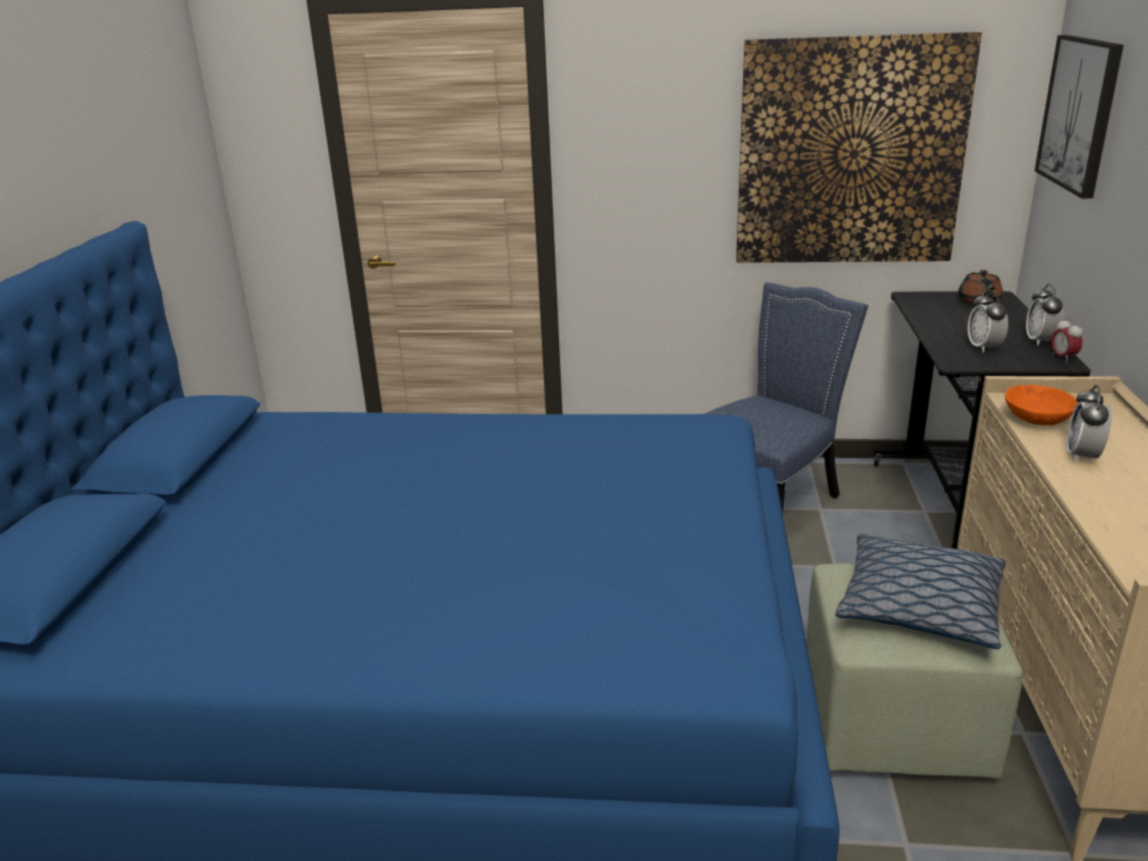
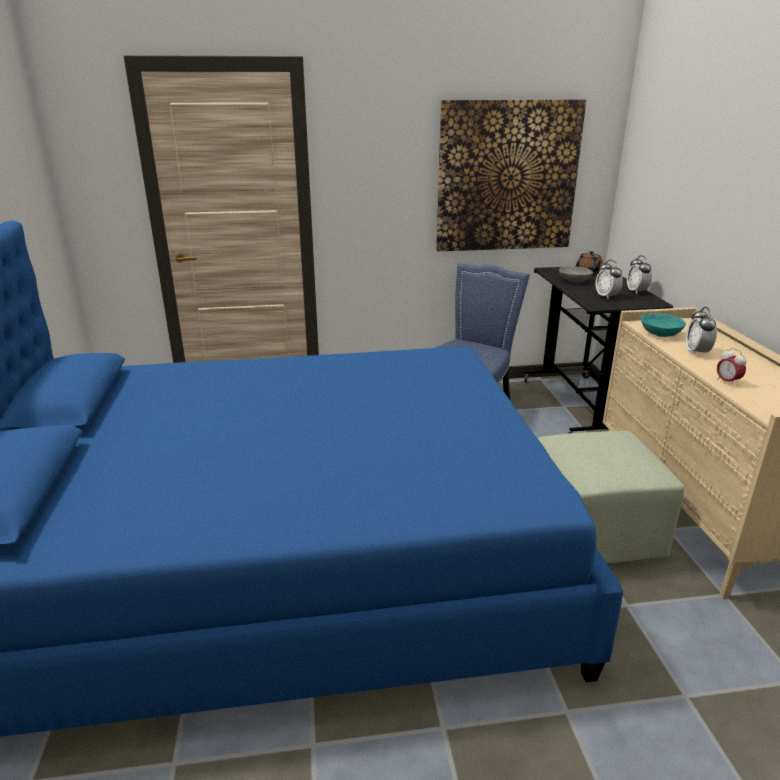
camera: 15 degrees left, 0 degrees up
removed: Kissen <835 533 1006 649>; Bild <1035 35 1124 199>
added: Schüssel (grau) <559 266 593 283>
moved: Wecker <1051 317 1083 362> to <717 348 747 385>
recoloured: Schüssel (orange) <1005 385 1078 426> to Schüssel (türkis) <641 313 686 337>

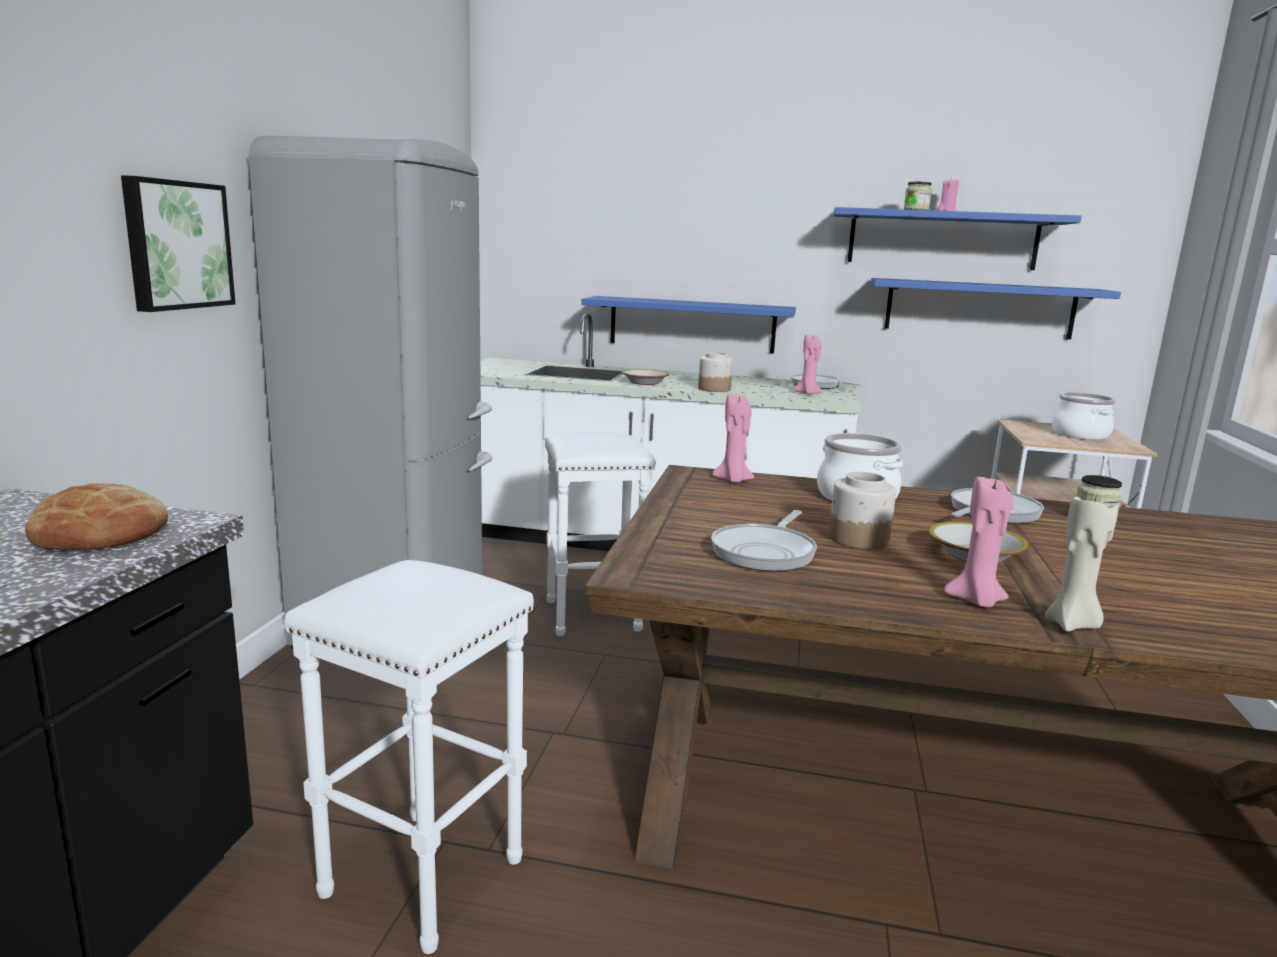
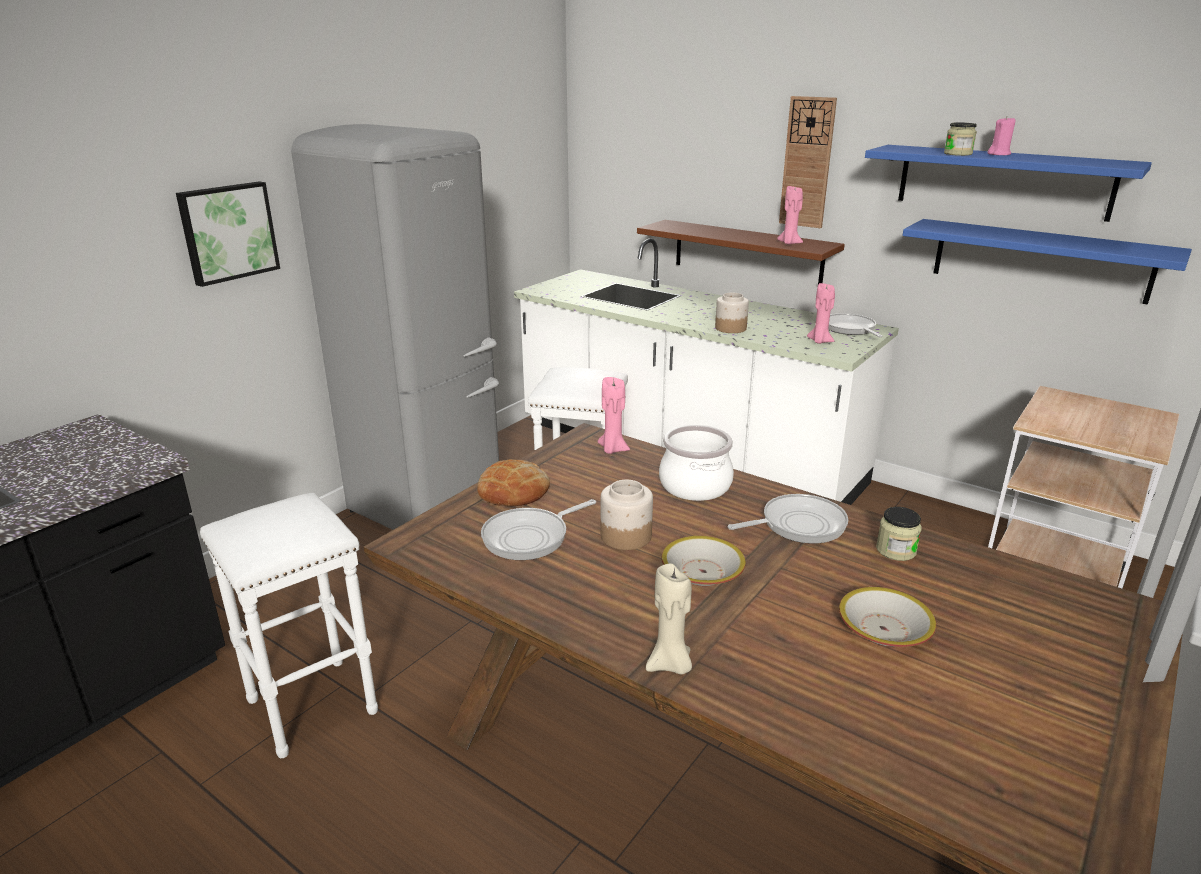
camera: 25 degrees right, 10 degrees up
removed: Kochtopf <1052 392 1116 440>
added: Wanduhr <779 96 837 228>
moved: Brot <25 483 168 551> to <477 459 550 506>; Schüssel <621 369 669 385> to <839 587 936 647>; Kerze (rosa) <944 477 1013 608> to <777 185 803 244>
recoloured: Wandregal (blau) <581 296 796 354> to Wandregal (braun) <637 220 845 284>

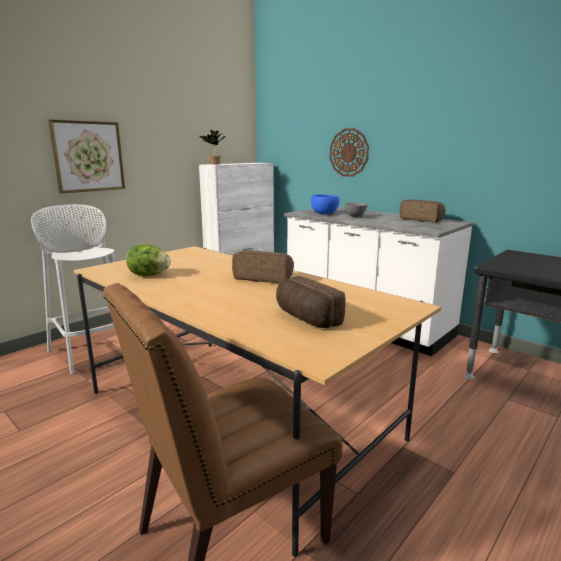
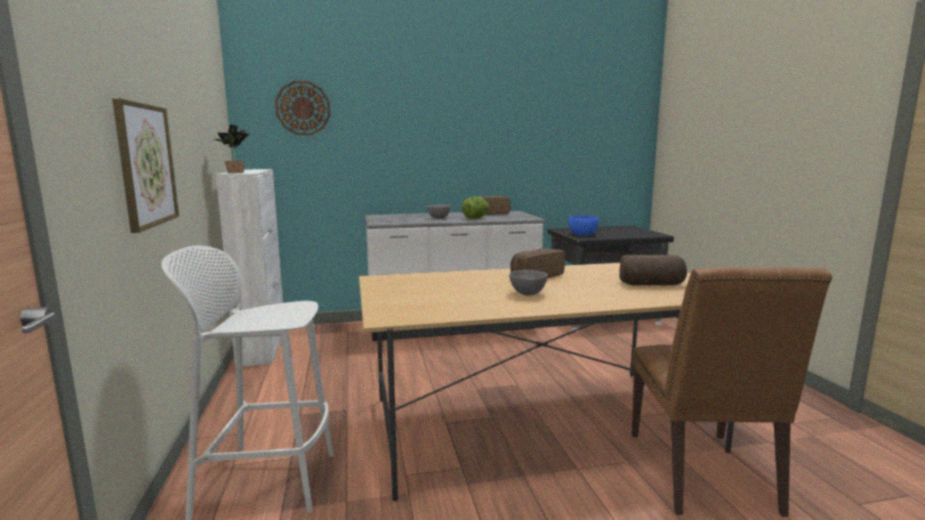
camera: 55 degrees left, 5 degrees down
added: Schüssel (grau) <509 270 548 295>
moved: Salatkopf <126 245 171 276> to <462 196 489 219>; Schüssel (blau) <311 195 339 214> to <568 216 599 236>; Wanduhr <330 128 369 177> to <275 81 330 135>

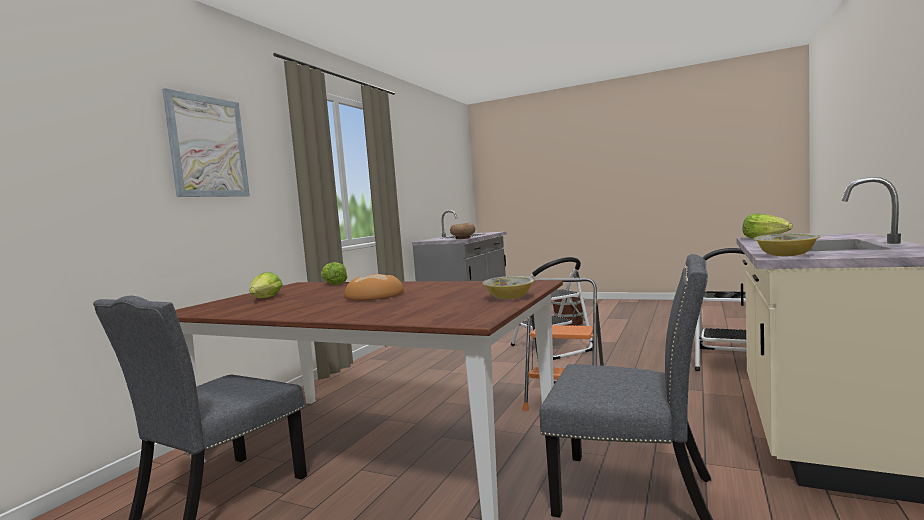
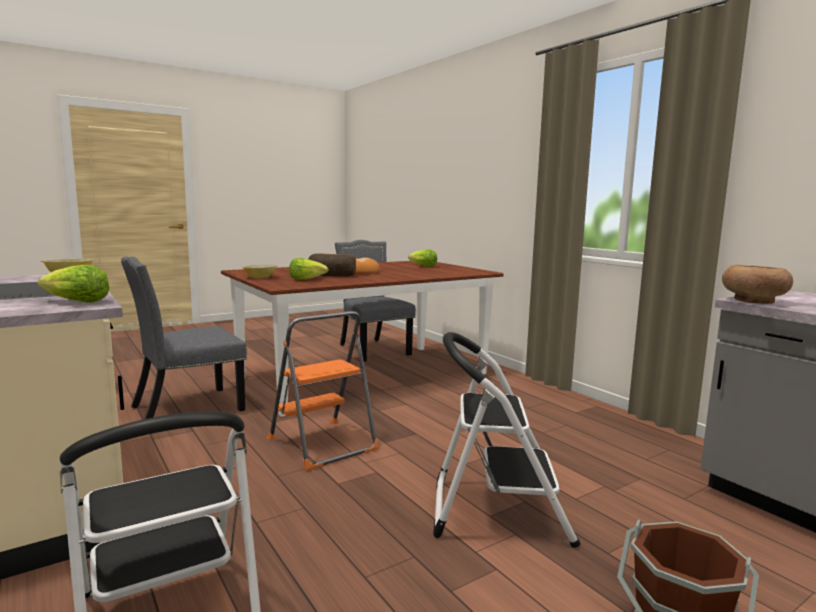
camera: 120 degrees right, 5 degrees up
removed: Bild <162 88 250 197>
added: Brot <308 253 356 277>
moved: Salatkopf <321 262 347 285> to <289 258 329 280>

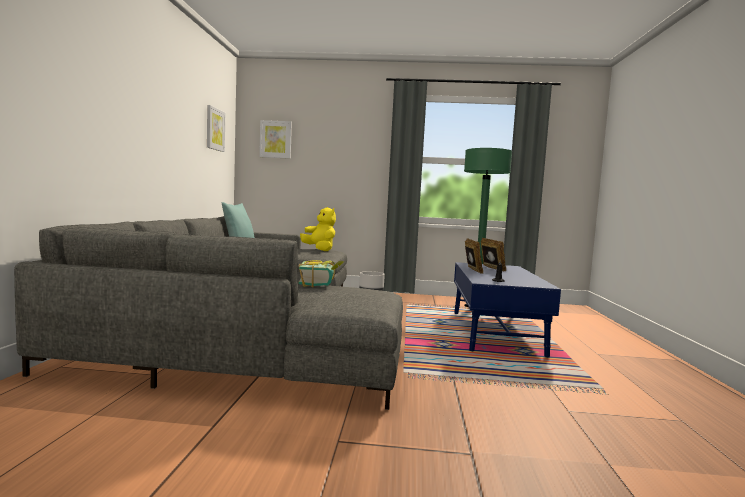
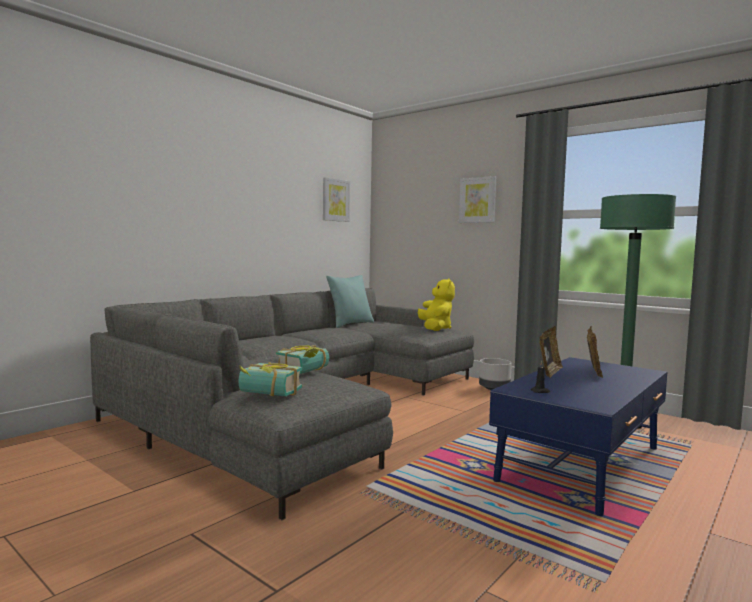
camera: 35 degrees right, 0 degrees up
added: Buch <238 362 302 396>
moved: Bild <259 120 292 159> to <459 176 496 223>

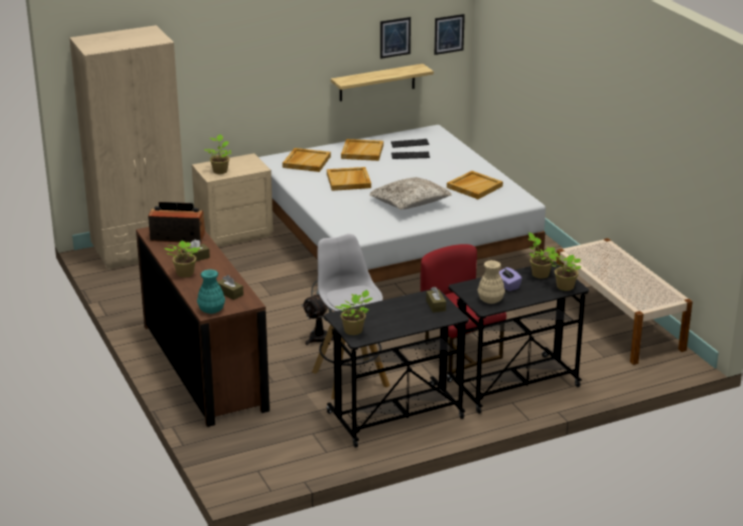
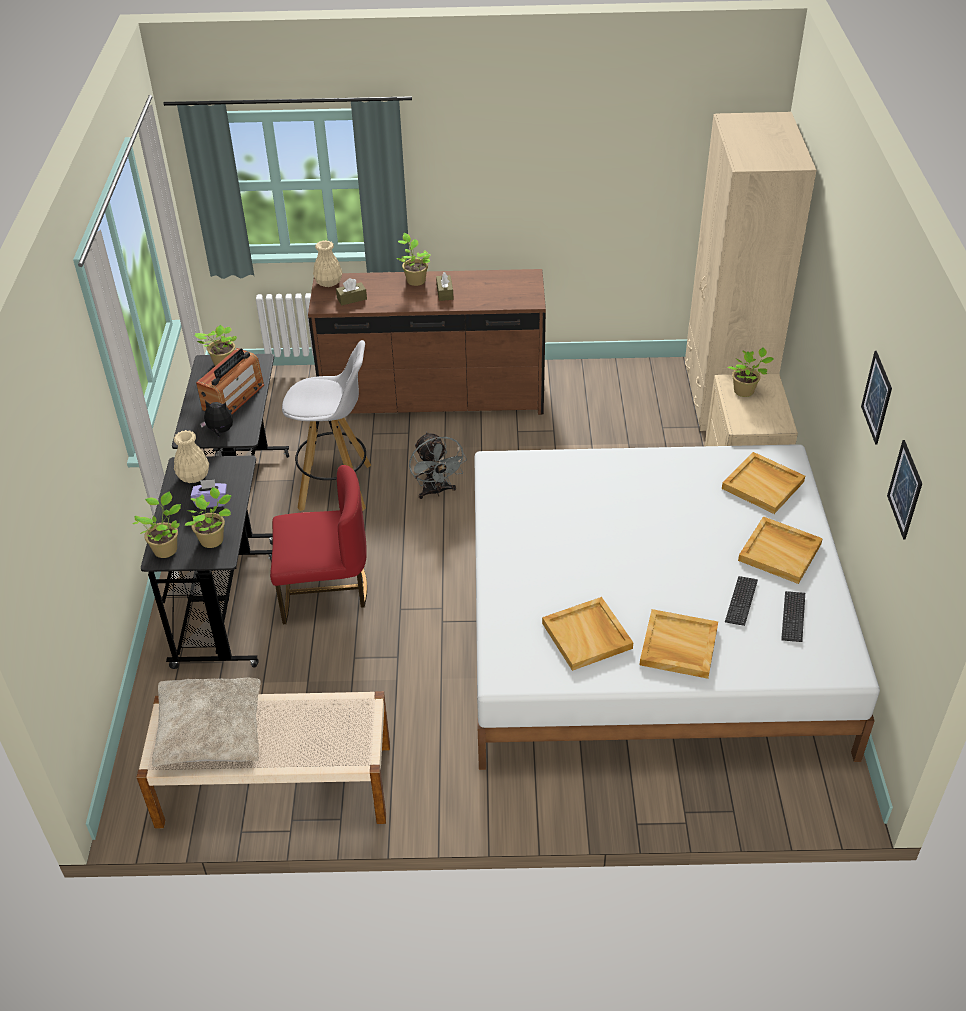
camera: 115 degrees right, 15 degrees up
removed: Wandregal <331 64 434 101>
moved: Radio <148 202 205 243> to <196 348 264 414>; Tablett (beige) <327 167 371 191> to <640 609 718 679>; Kissen (beige) <370 177 452 210> to <152 677 261 767>; Bild <434 14 465 55> to <861 351 892 445>
replaced: Taschentuchbox (braun) <426 287 446 313> to Plüschtier <200 400 233 437>
recoloured: Vase (türkis) <197 269 225 314> to Vase (beige) <313 240 342 287>

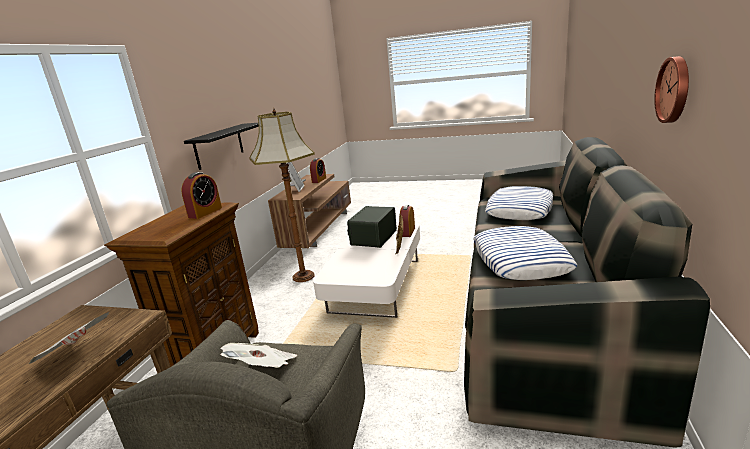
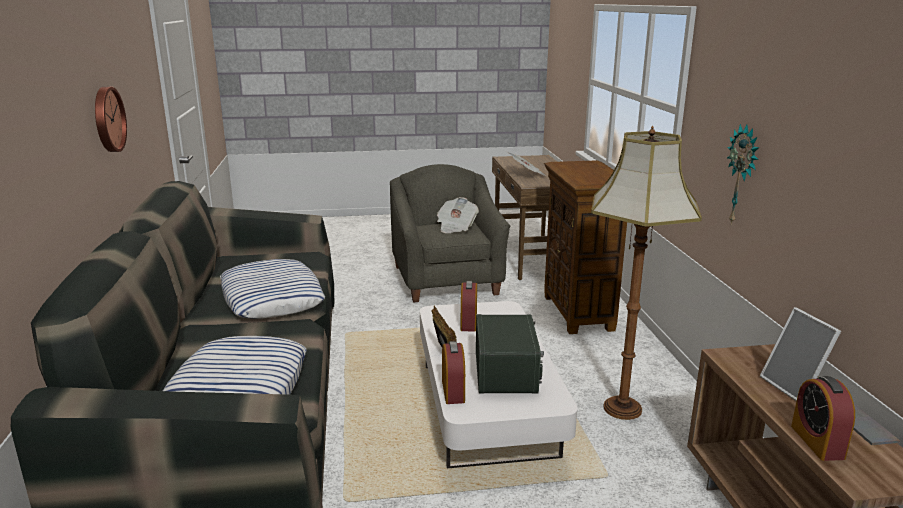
camera: 155 degrees right, 0 degrees up
moved: Wecker <181 172 222 219> to <461 281 477 332>
replaced: Wandregal (schwarz) <184 123 259 170> to Wanduhr <727 124 759 224>

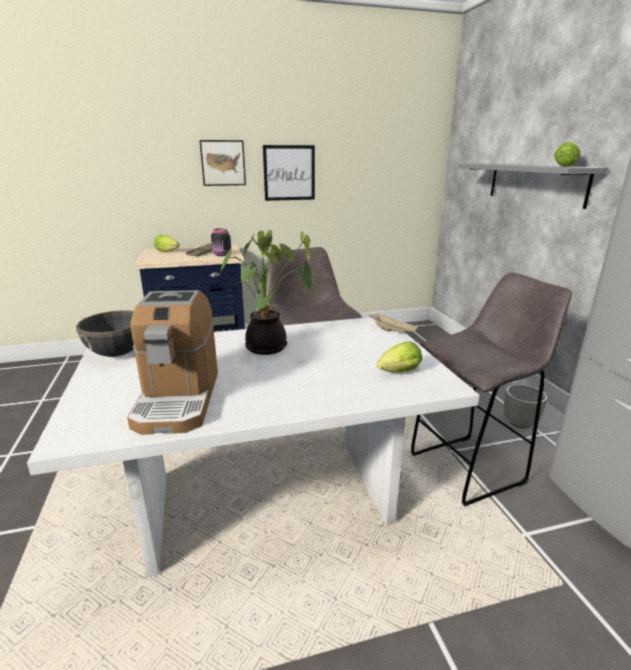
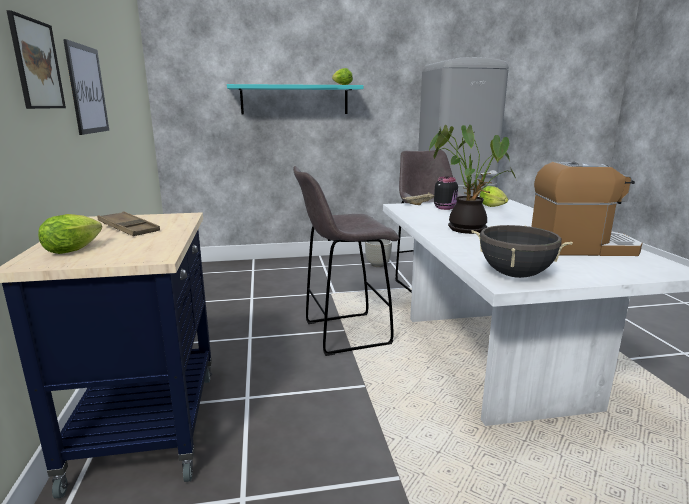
camera: 85 degrees left, 5 degrees down
moved: Vorratsglas (schwarz) <211 228 231 256> to <434 177 458 210>
recoloured: Wandregal (grau) <458 163 608 209> to Wandregal (türkis) <227 84 364 114>

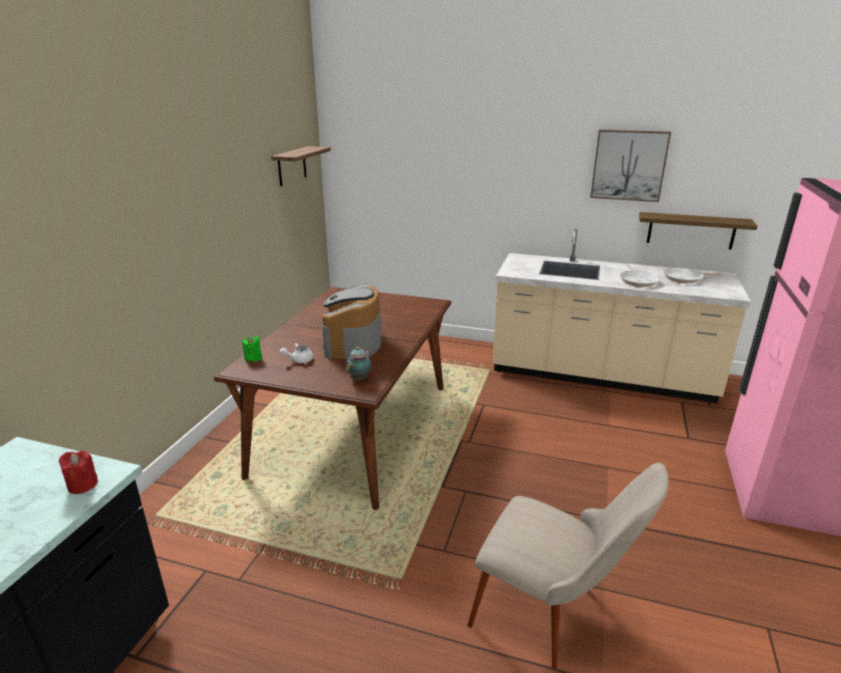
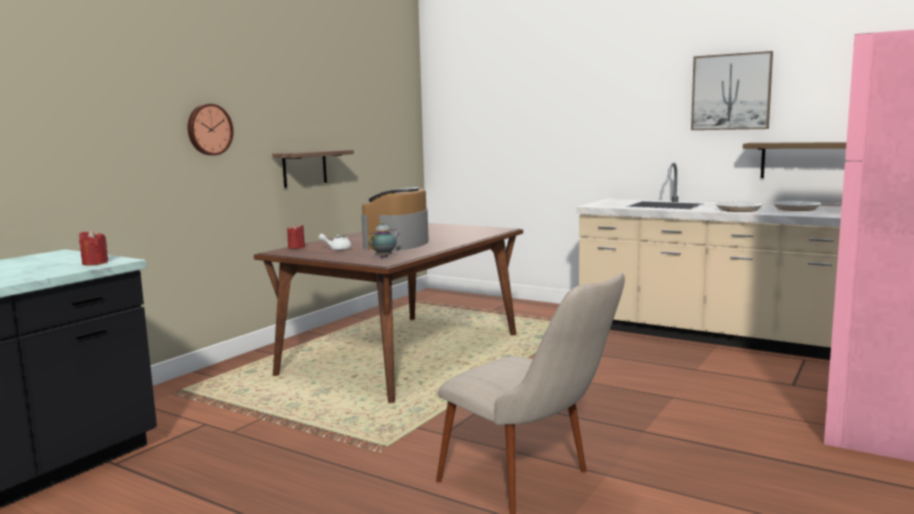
camera: 15 degrees right, 15 degrees down
added: Wanduhr <188 104 234 155>
moved: Wandregal <271 146 331 186> to <272 150 354 188>
recoloured: Kerze (grün) <242 335 262 362> to Kerze (rot) <287 223 305 249>

